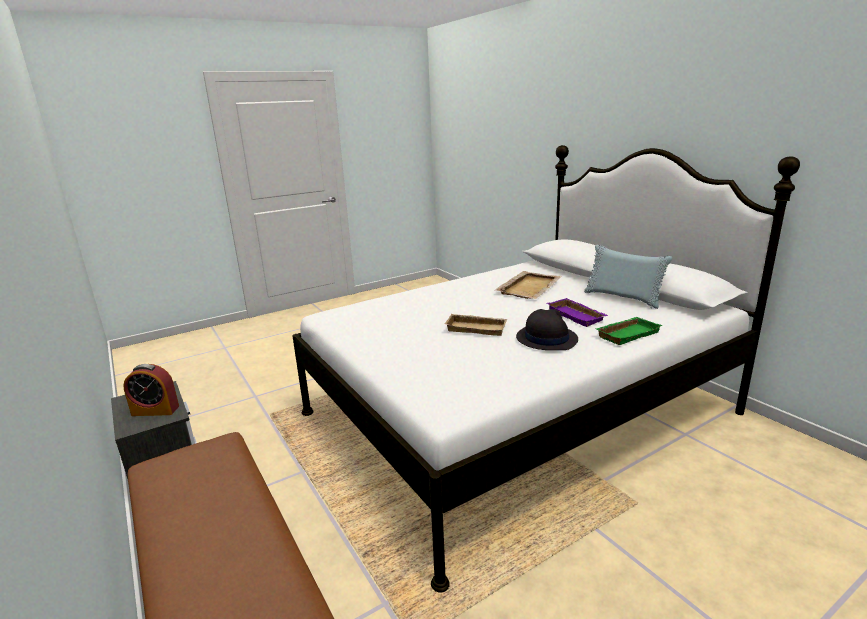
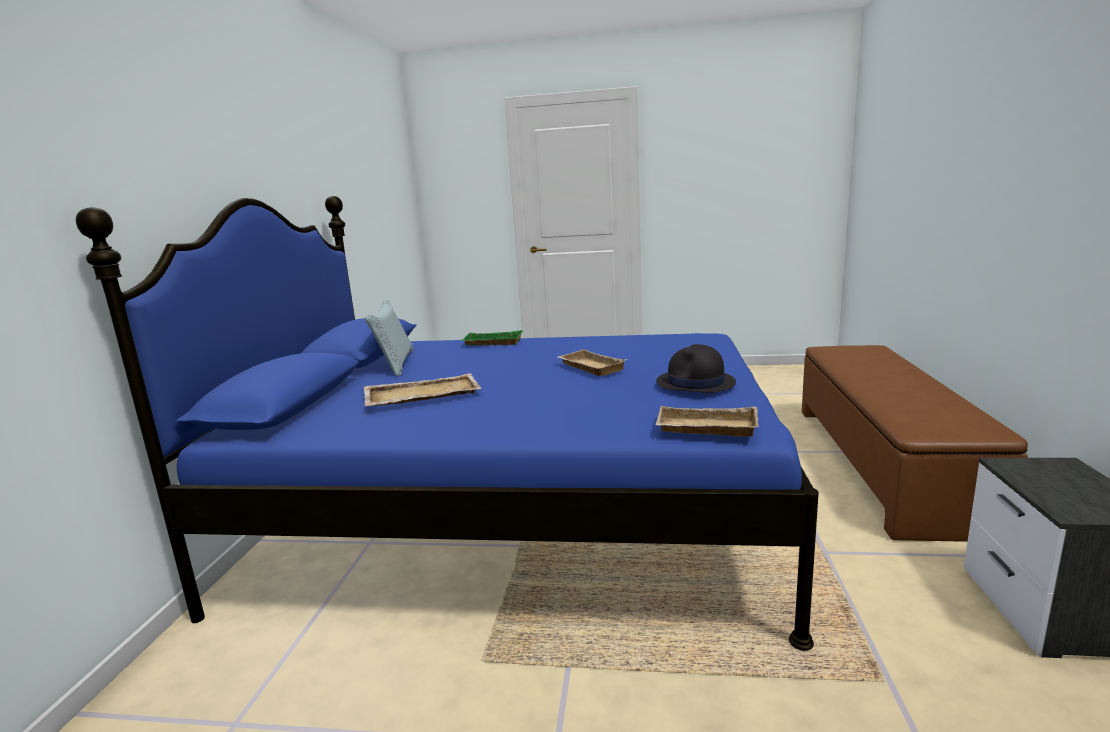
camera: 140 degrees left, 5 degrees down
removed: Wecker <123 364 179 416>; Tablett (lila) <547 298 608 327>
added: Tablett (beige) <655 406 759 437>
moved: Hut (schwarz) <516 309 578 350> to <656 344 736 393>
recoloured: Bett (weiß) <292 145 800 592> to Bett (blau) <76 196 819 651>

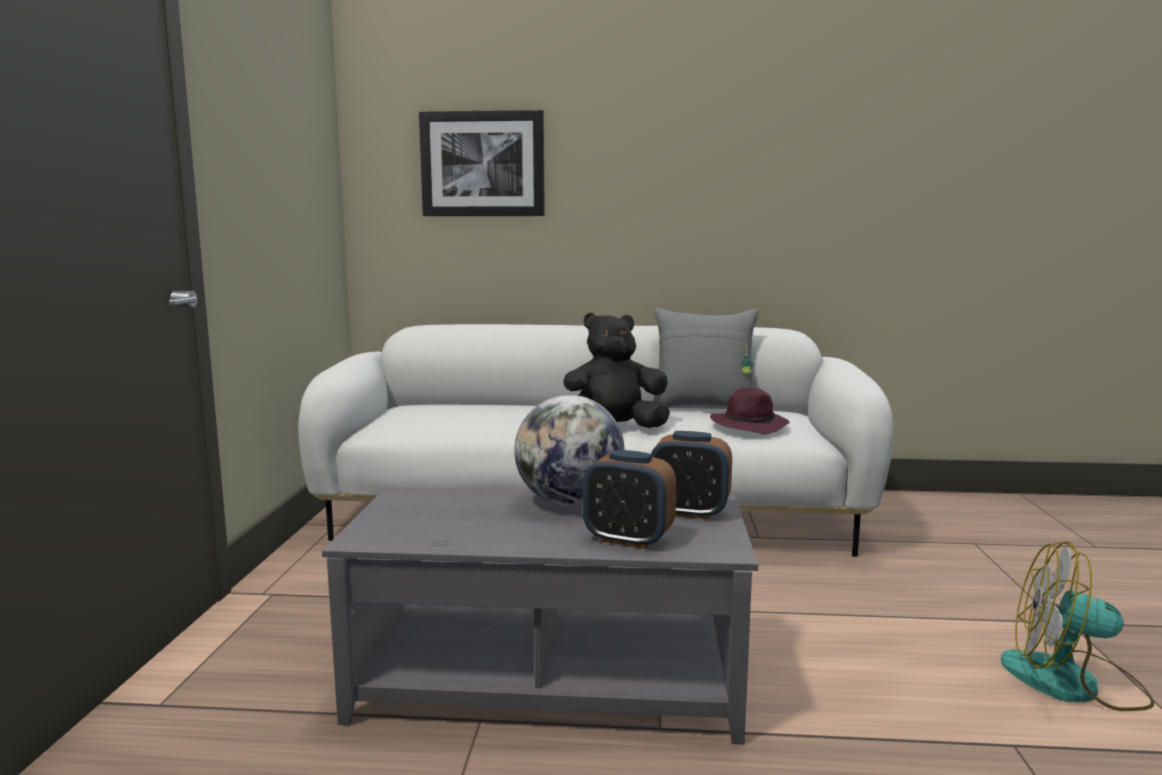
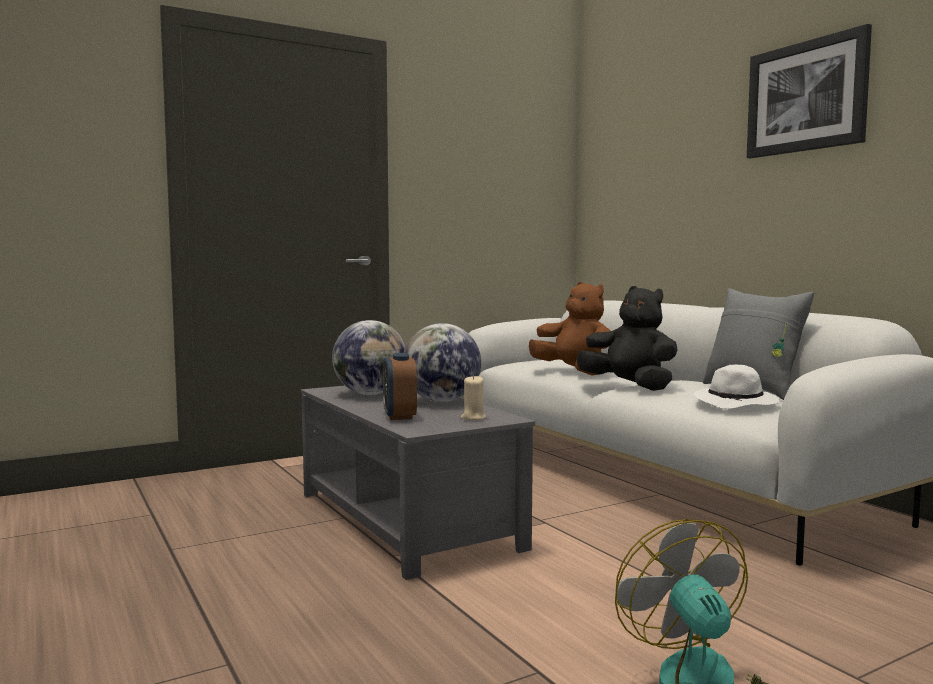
camera: 55 degrees right, 5 degrees down
added: Globus <332 320 406 395>; Plüschtier (braun) <529 282 611 375>
moved: Bild <419 110 545 216> to <747 24 872 159>
replaced: Wecker <651 431 732 520> to Kerze (beige) <461 375 486 420>
recoloured: Hut (lila) <710 387 790 434> to Hut (weiß) <694 365 779 409>

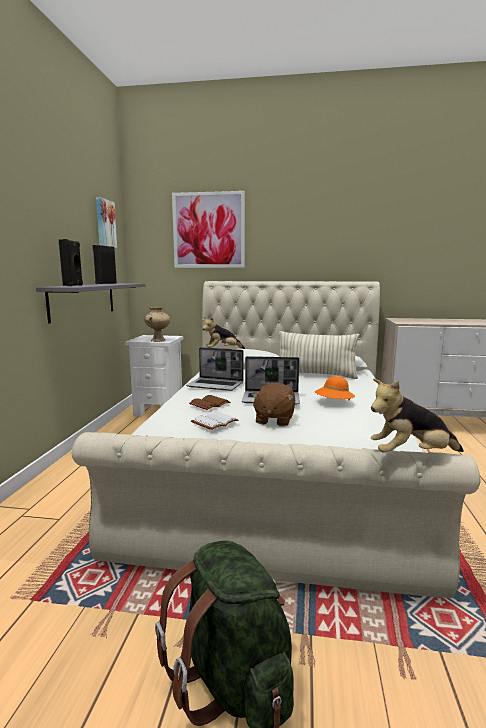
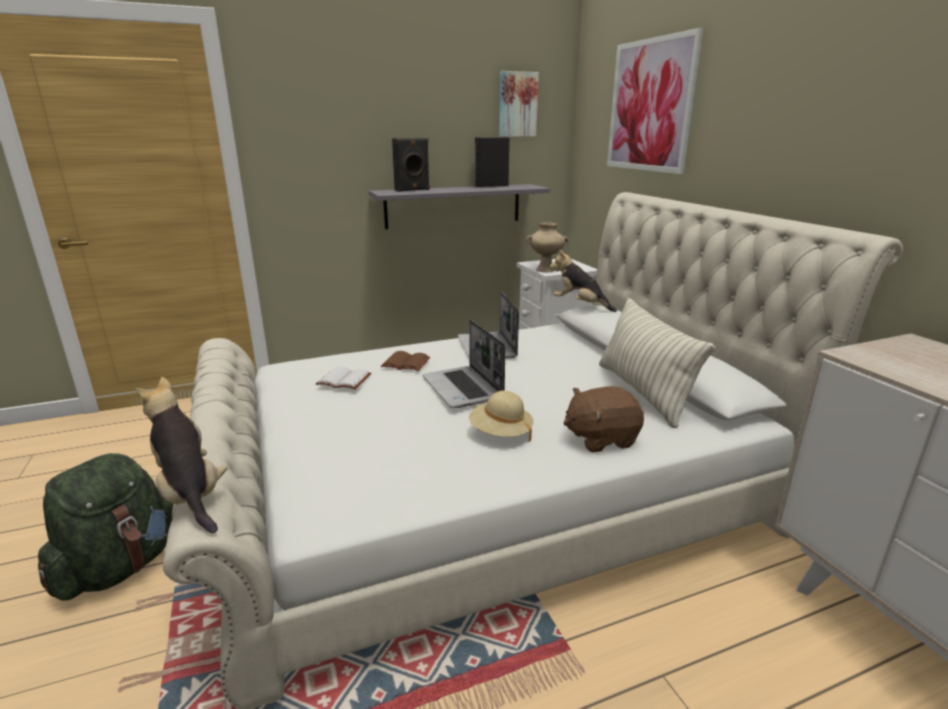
camera: 60 degrees right, 10 degrees up
moved: Plüschtier (braun) <251 383 295 426> to <563 386 644 453>
recoloured: Hut (orange) <315 376 355 400> to Hut (beige) <469 391 534 442>

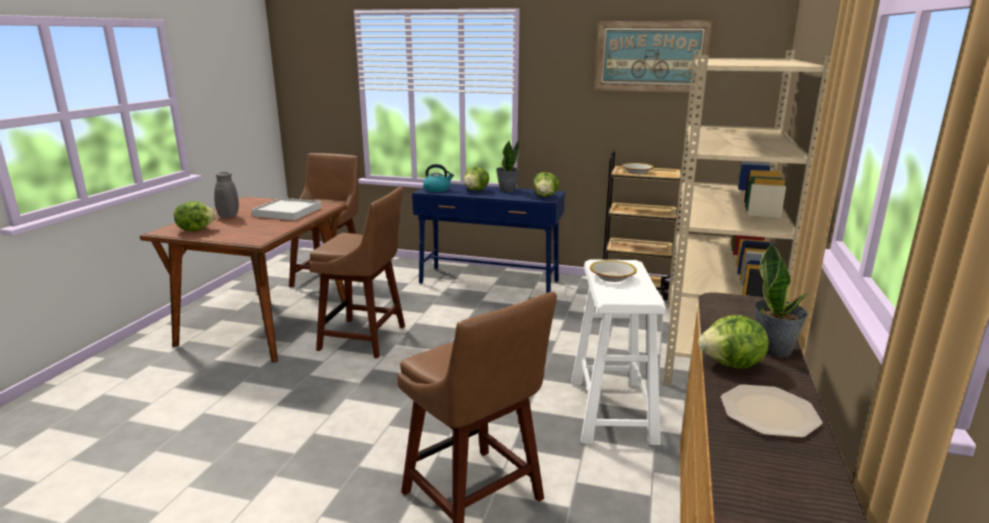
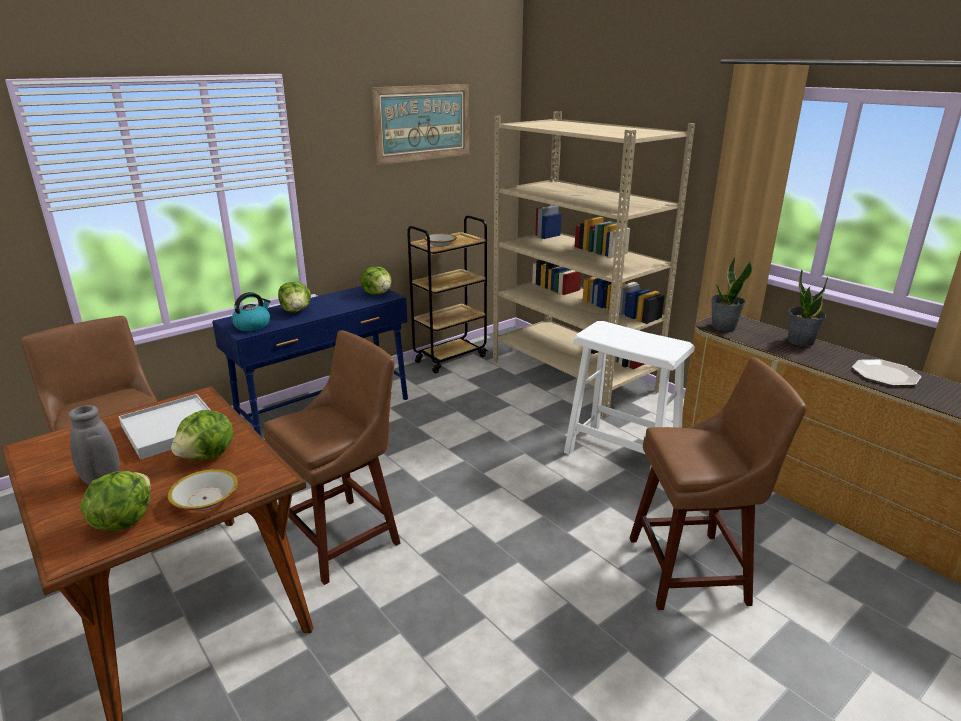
camera: 55 degrees left, 5 degrees up
moved: Topfpflanze <496 140 520 192> to <711 257 752 332>; Schüssel <590 260 637 282> to <167 469 238 511>; Salatkopf <698 315 769 369> to <171 410 233 460>

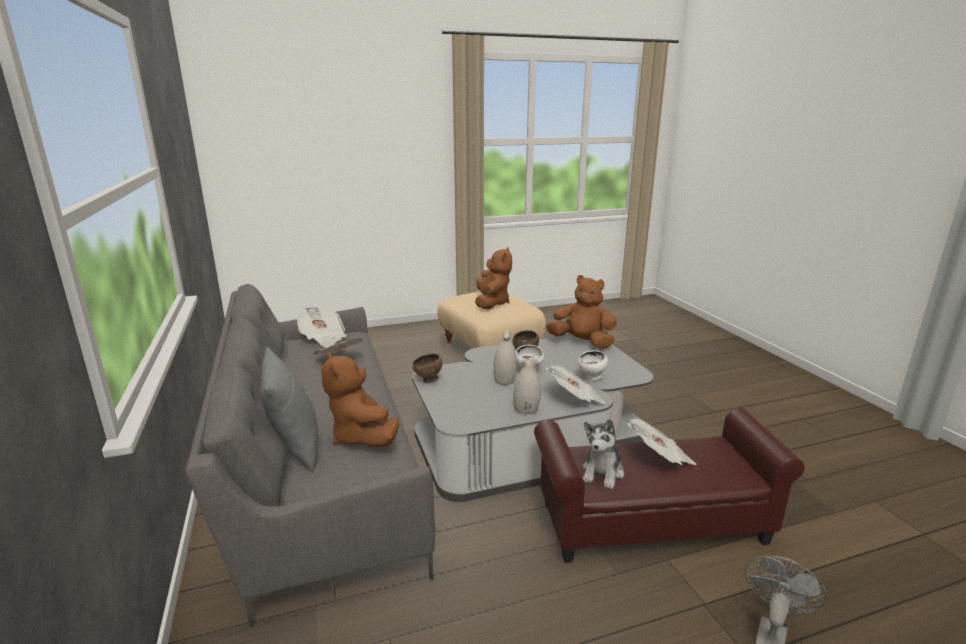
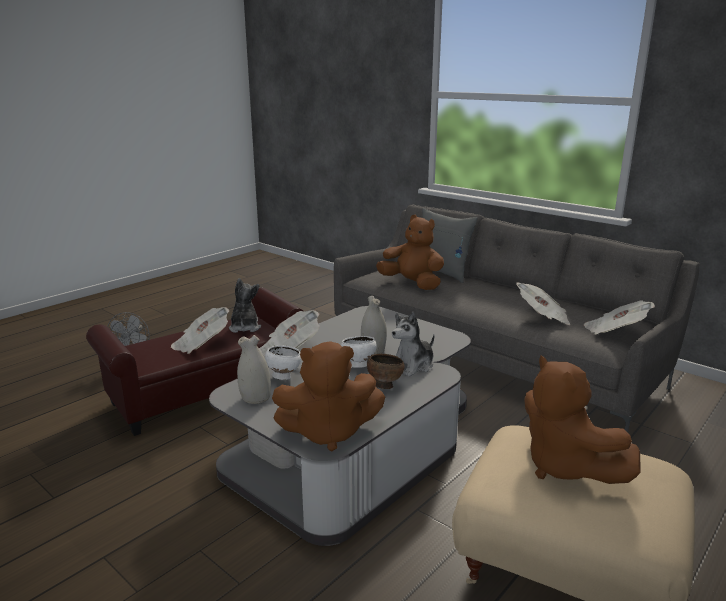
camera: 150 degrees right, 0 degrees up
removed: Schüssel (braun) <413 354 442 383>
added: Plüschtier <392 312 434 377>
moved: Vase (weiß) <513 358 541 414> to <237 335 271 404>

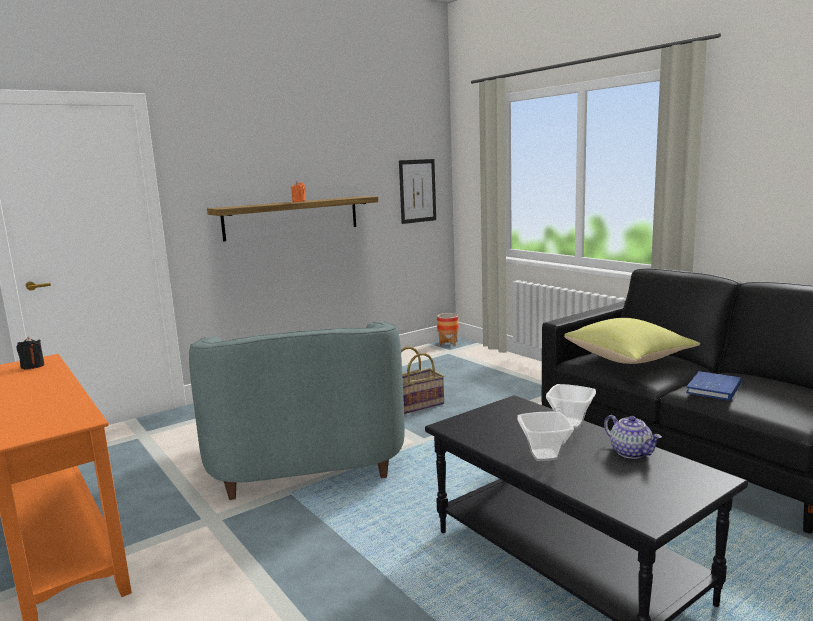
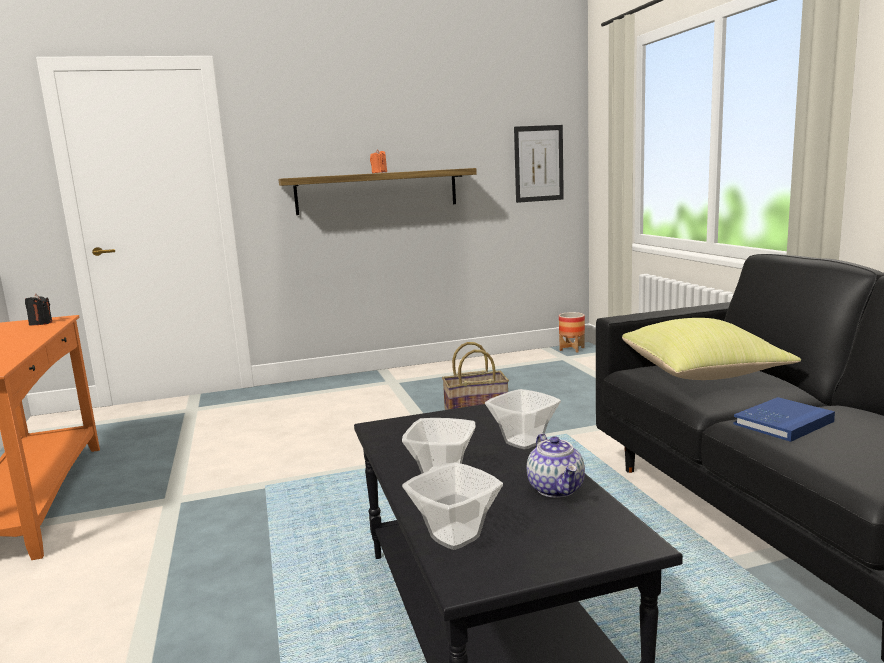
camera: 20 degrees right, 0 degrees up
removed: Sessel (grau) <189 321 405 500>
added: Schüssel <402 462 503 550>

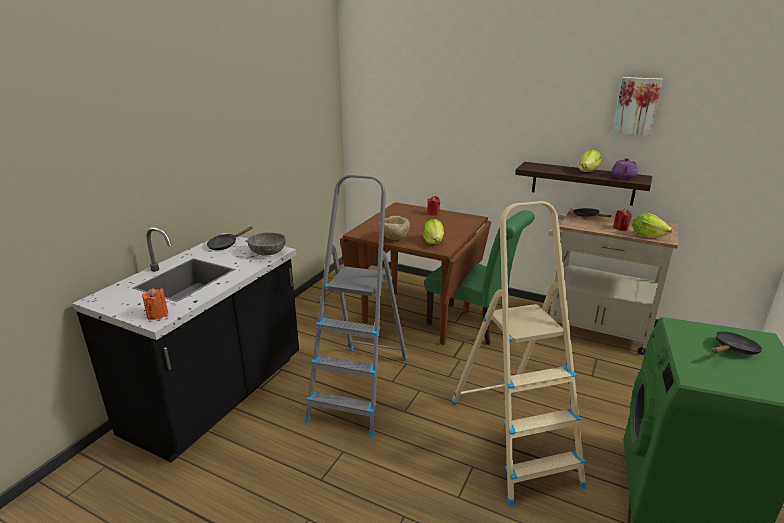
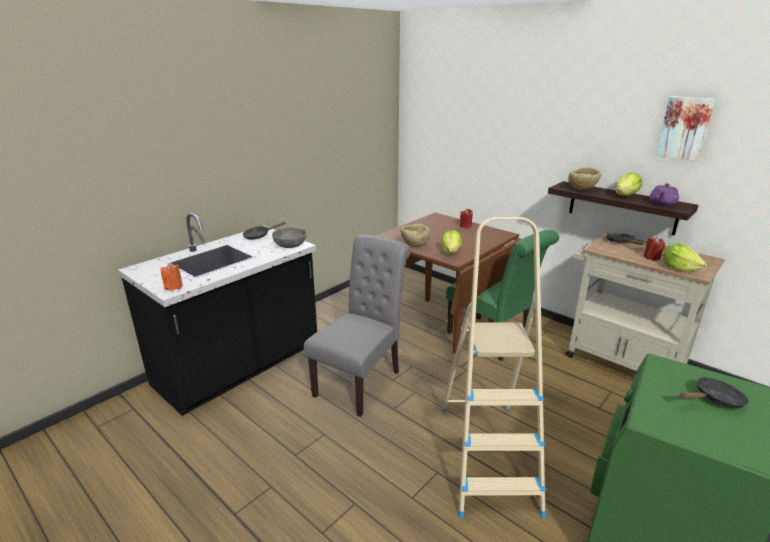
camera: 15 degrees right, 0 degrees up
added: Schüssel (beige) <568 167 601 190>
replaced: Trittleiter (grau) <305 175 407 437> to Stuhl (grau) <304 235 411 417>

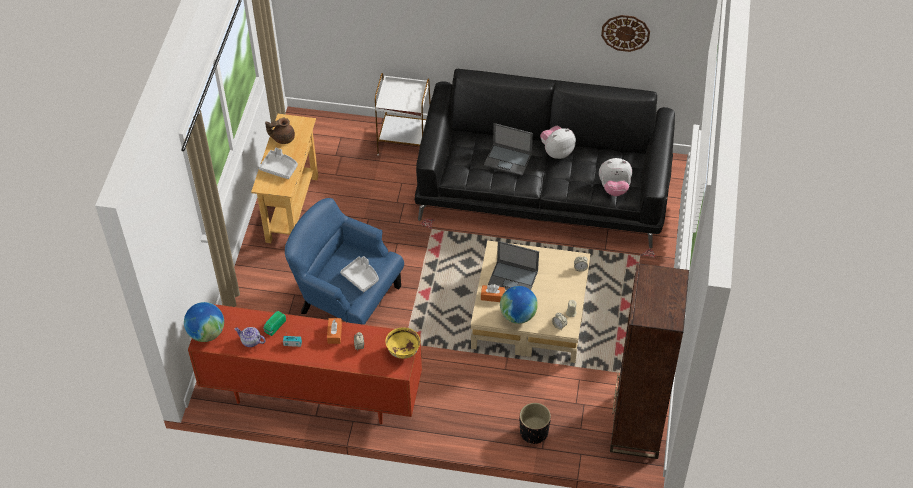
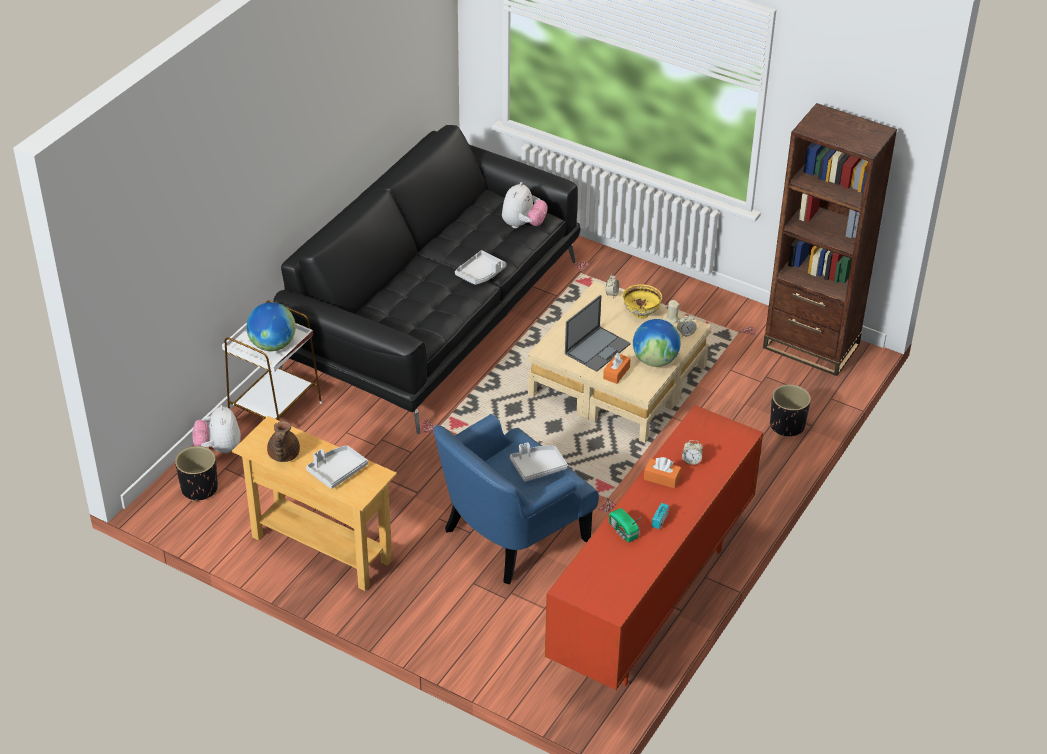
camera: 70 degrees left, 10 degrees down
removed: Teekanne <234 327 266 347>; Laptop <484 123 533 176>; Wanduhr <601 15 650 52>
added: Pflanzkübel (schwarz) <175 446 218 501>; Tablett (grau) <455 250 506 285>
moved: Globus <184 302 224 342> to <246 302 296 351>; Schüssel (gelb) <385 327 420 359> to <623 284 662 319>; Plüschtier <540 126 576 159> to <192 405 241 454>

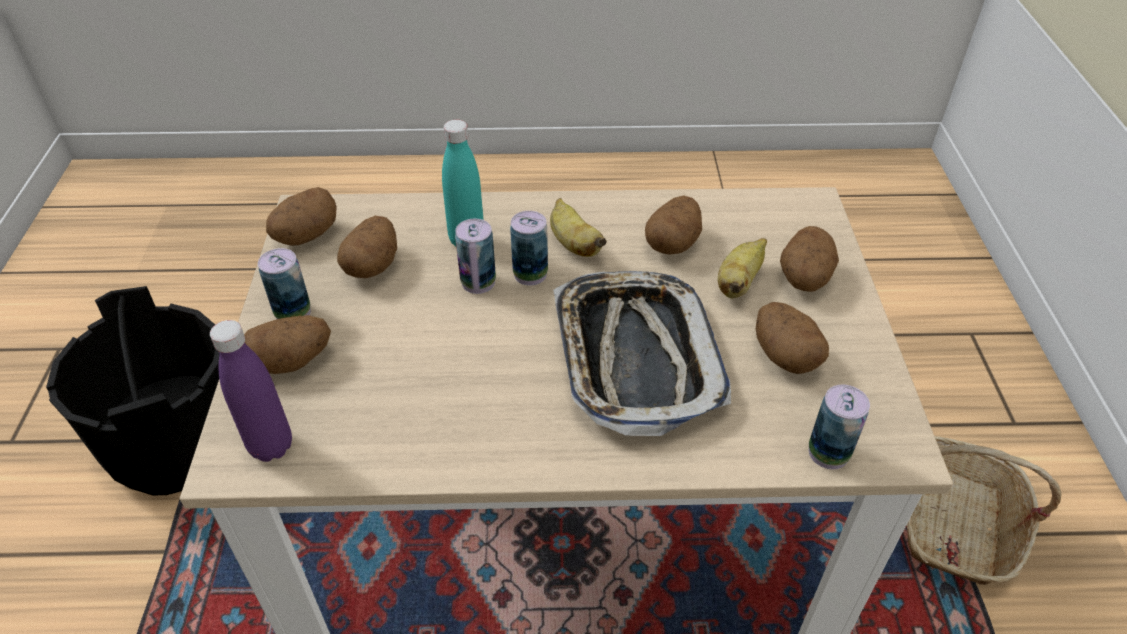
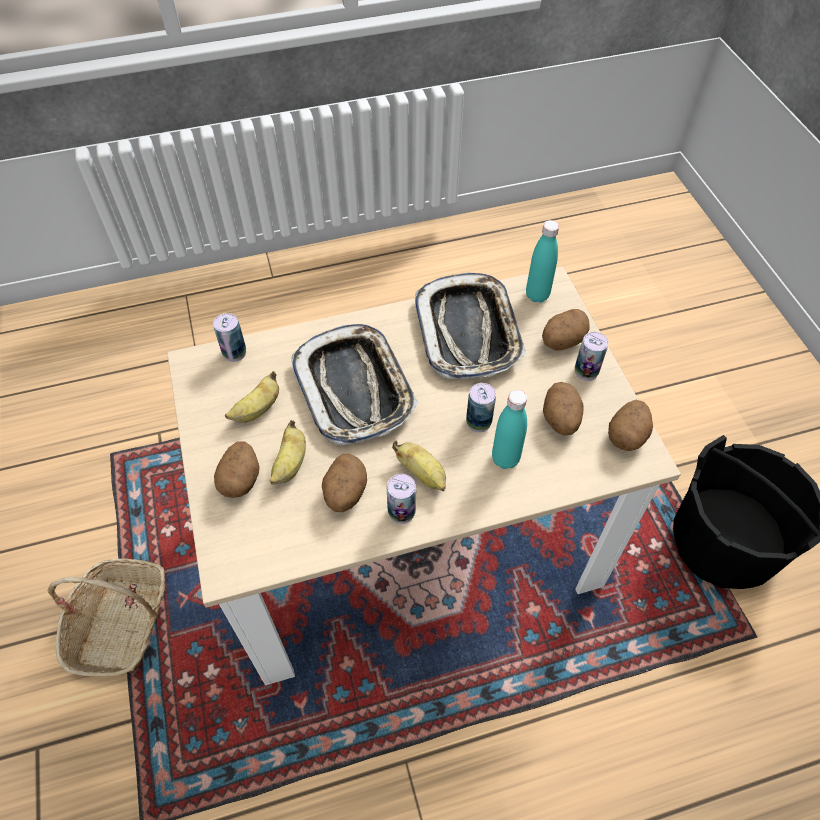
camera: 165 degrees right, 10 degrees up
added: Tablett <415 272 527 379>
moved: Dose <510 211 548 286> to <387 474 416 524>
replaced: Kartoffel <756 302 829 374> to Banane <225 371 279 423>
recoloured: Flasche (lila) <210 320 292 462> to Flasche (türkis) <526 220 559 303>

